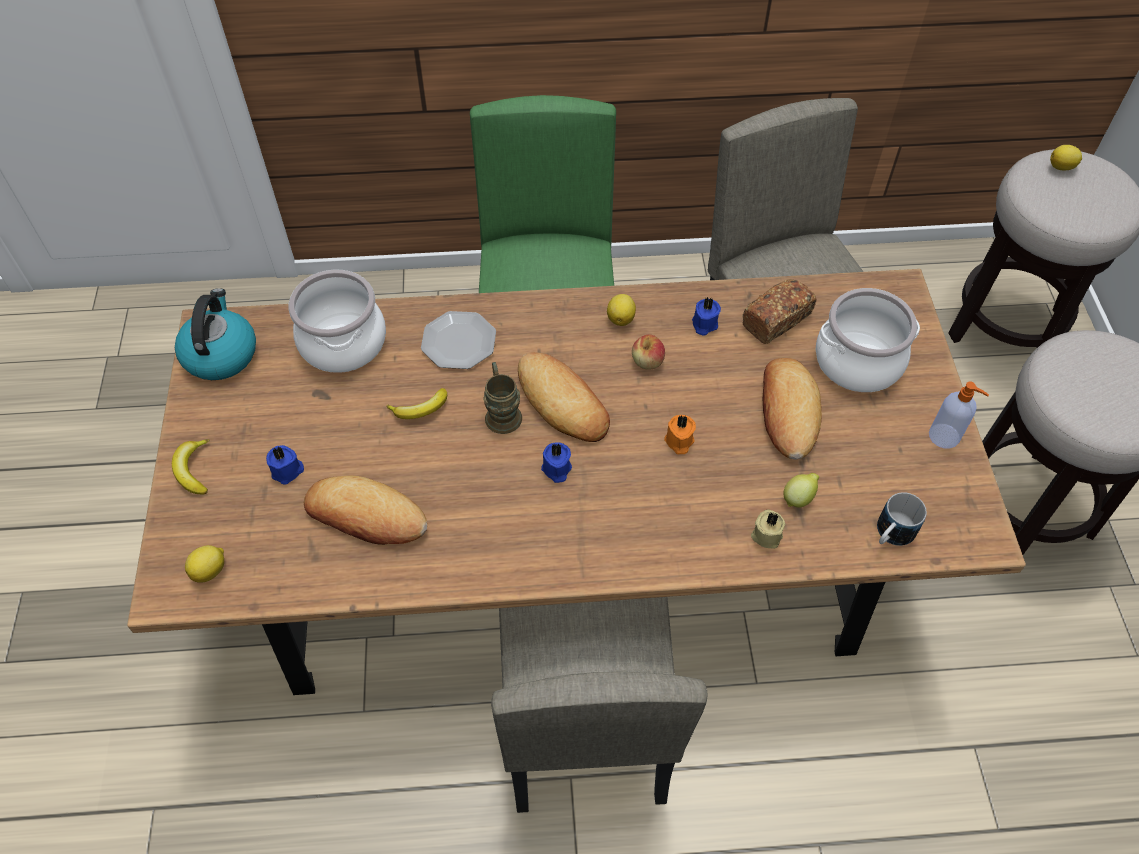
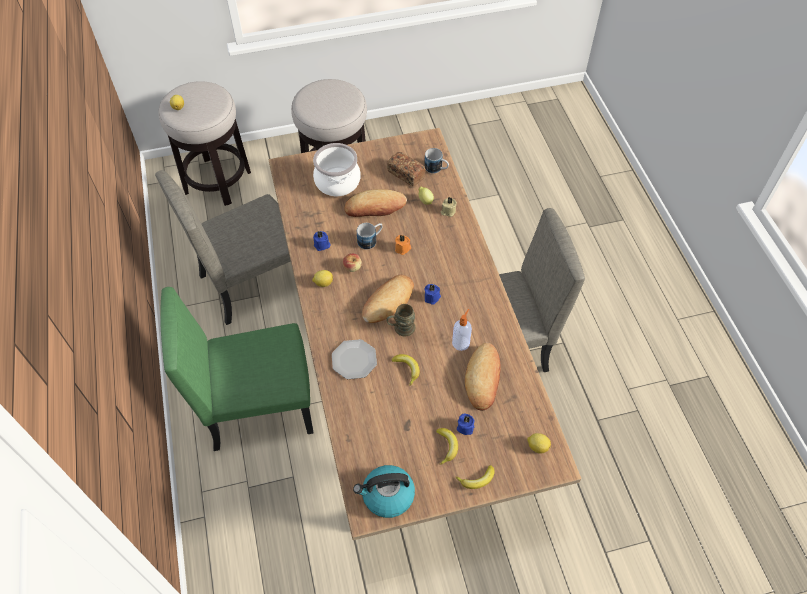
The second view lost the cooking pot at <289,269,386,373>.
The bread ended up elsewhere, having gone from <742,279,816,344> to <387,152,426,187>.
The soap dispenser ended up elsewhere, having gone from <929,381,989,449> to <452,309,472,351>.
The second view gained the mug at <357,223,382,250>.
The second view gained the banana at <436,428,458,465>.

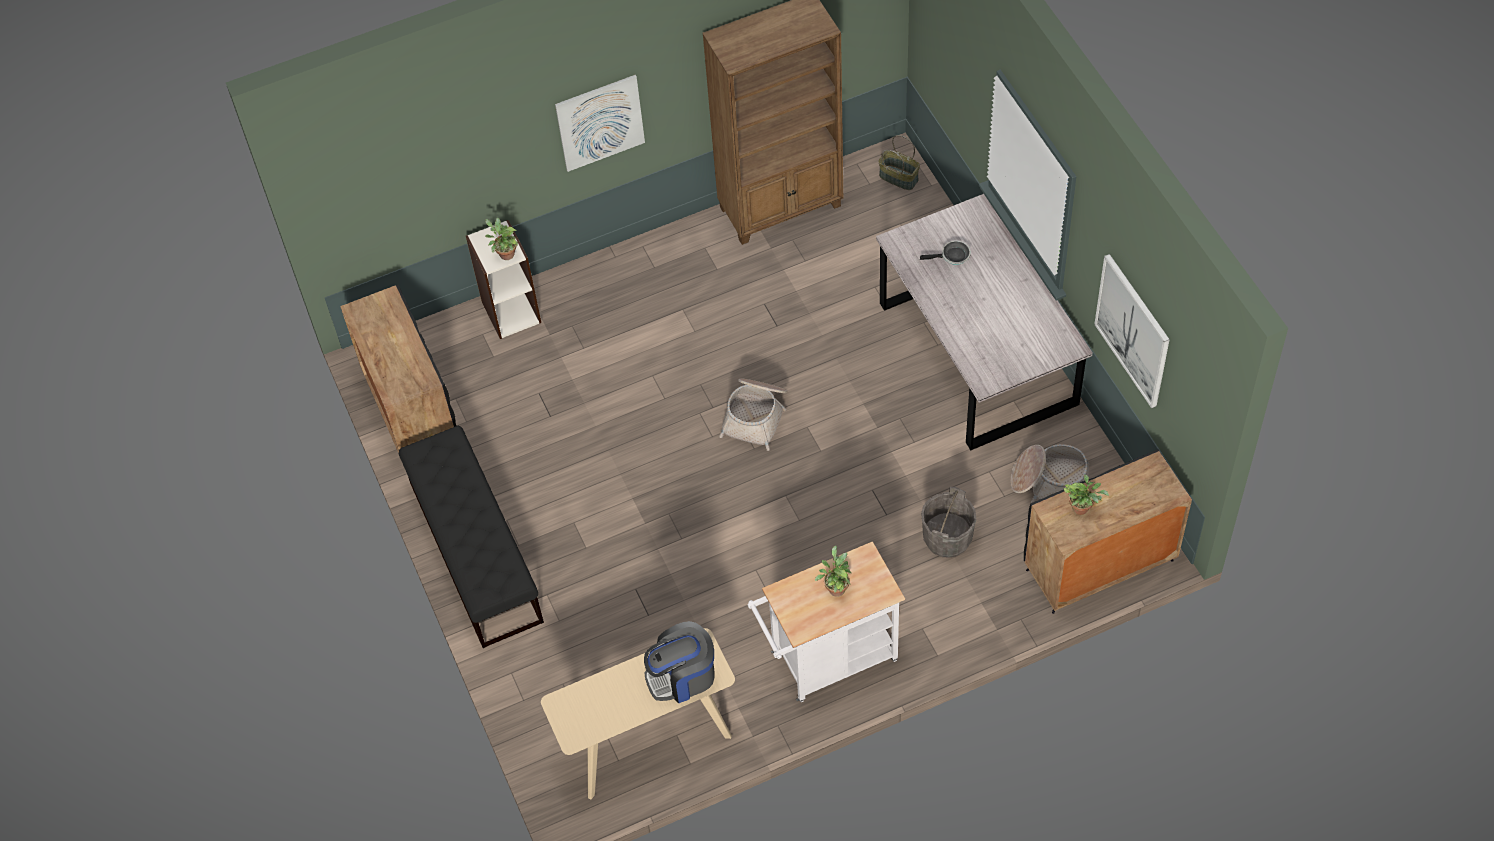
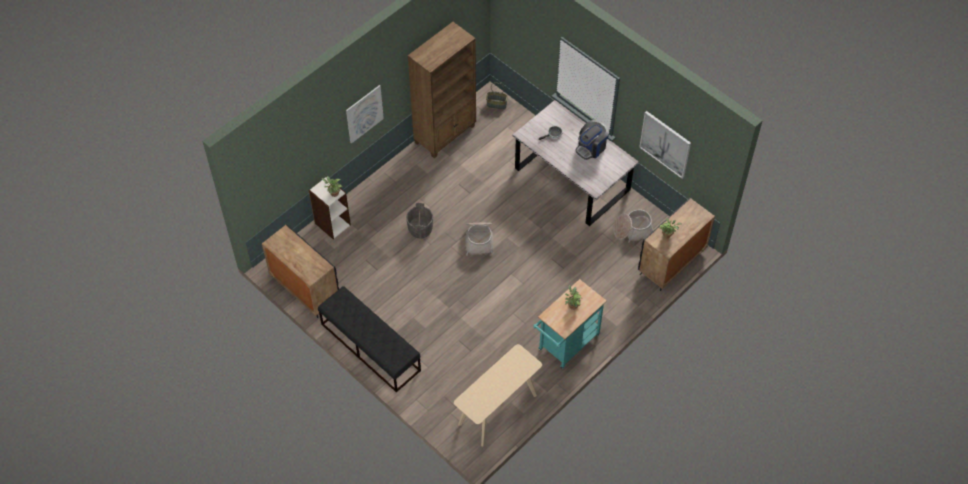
The bucket (grey) ended up elsewhere, having gone from <921,487,976,558> to <406,203,433,239>.
What was the cart (white) at <748,541,905,703> turned into the cart (turquoise) at <533,279,607,369>.
The coffee machine ended up elsewhere, having gone from <644,621,715,703> to <575,120,609,160>.

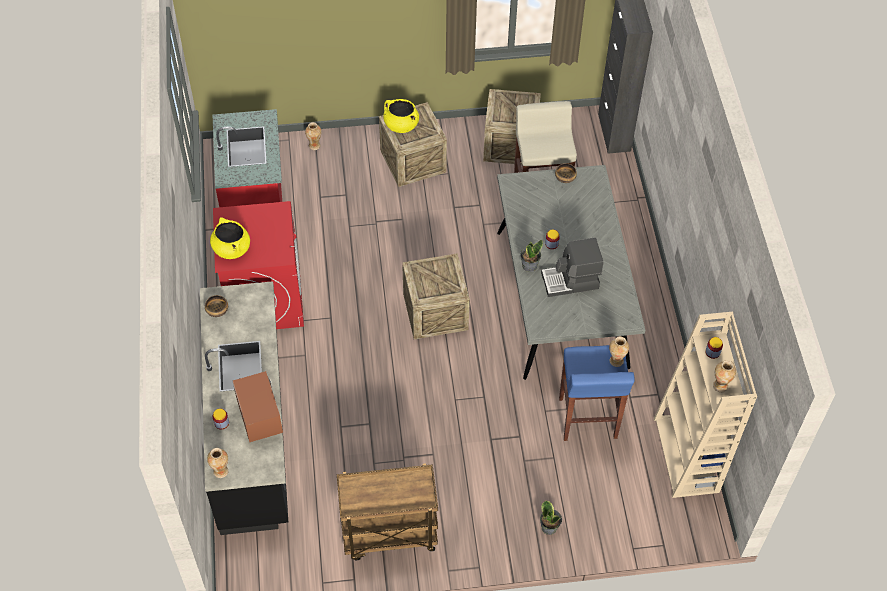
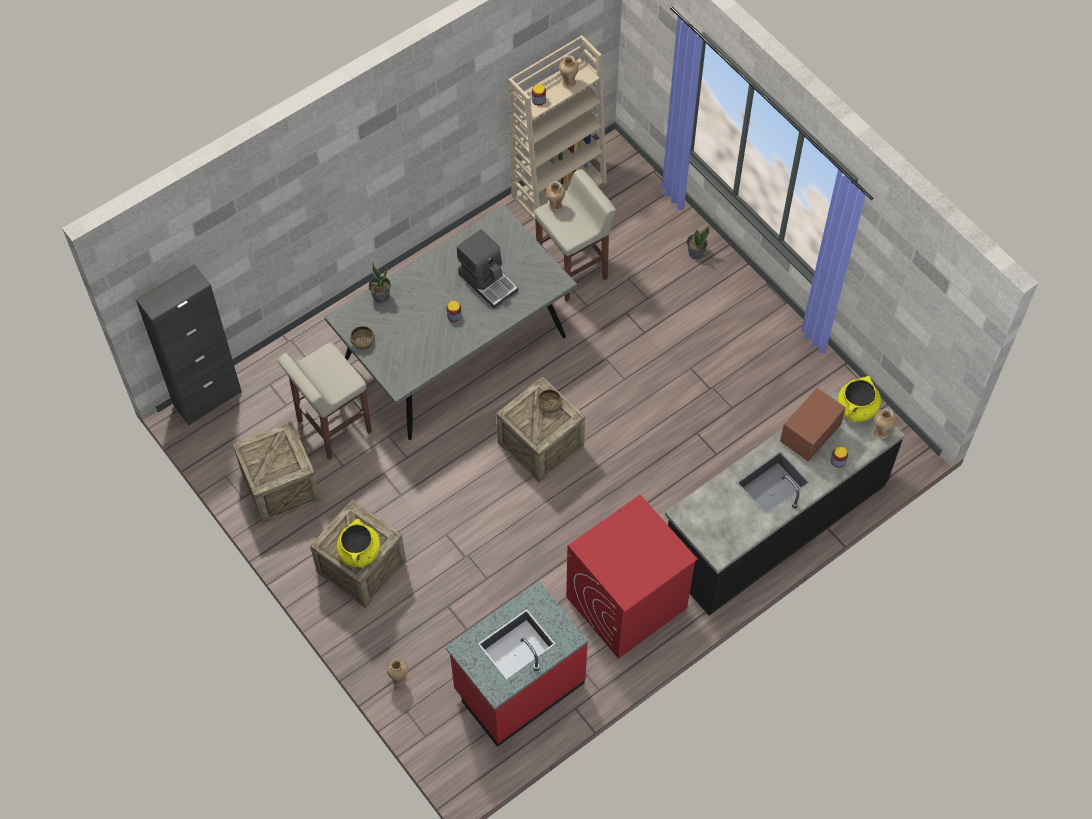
The cooking pot (yellow) ended up elsewhere, having gone from <210,217,250,259> to <837,376,881,422>.
The potted plant ended up elsewhere, having gone from <520,239,543,272> to <369,262,391,303>.
The bowl ended up elsewhere, having gone from <205,295,228,317> to <537,389,562,413>.
What was the stool (blue) at <559,345,635,441> turned into the stool (beige) at <534,169,616,302>.
The second view lost the cart (brown) at <337,463,438,560>.

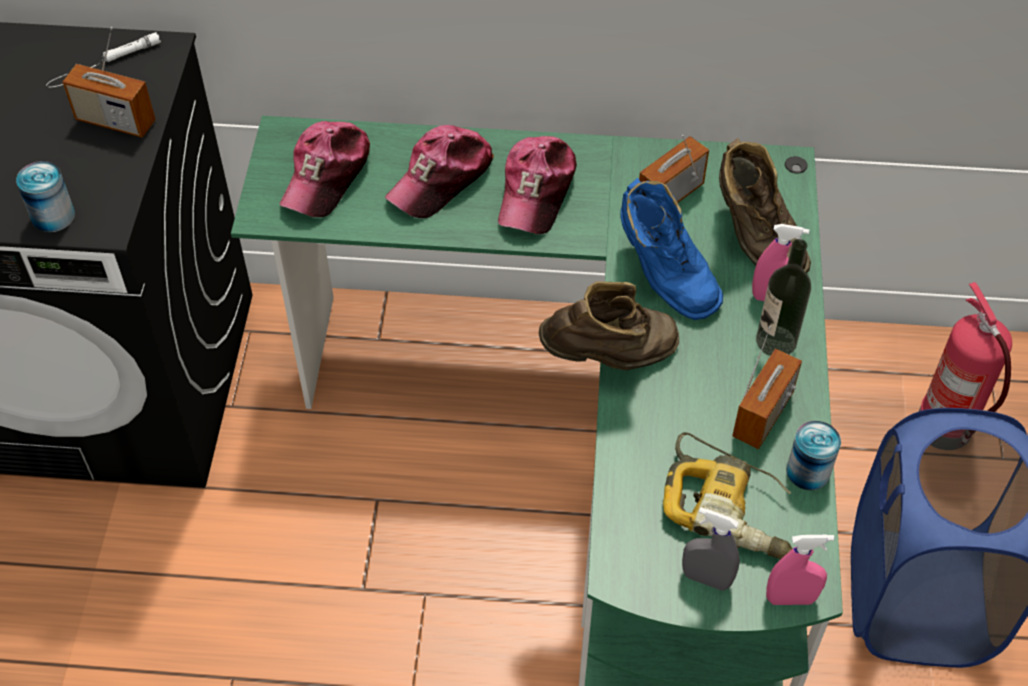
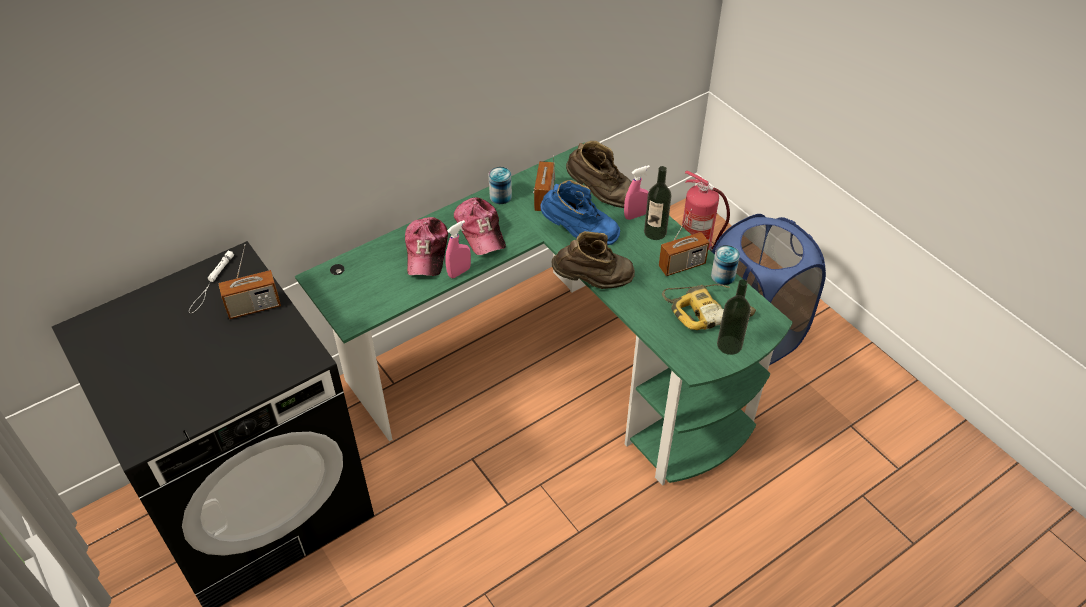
The second view lost the cap at <280,121,370,217>.
The can ended up elsewhere, having gone from <16,161,75,232> to <489,167,512,204>.
The boot (brown) at <539,281,679,371> ended up facing another way, 45 degrees clockwise from before.
The radio at <732,326,802,449> ended up facing another way, 75 degrees clockwise from before.
Where the spray bottle (grey) stood at <682,507,740,591>, the bottle came to stand at <717,279,751,355>.
The spray bottle (pink) ended up elsewhere, having gone from <766,535,834,605> to <445,220,471,278>.

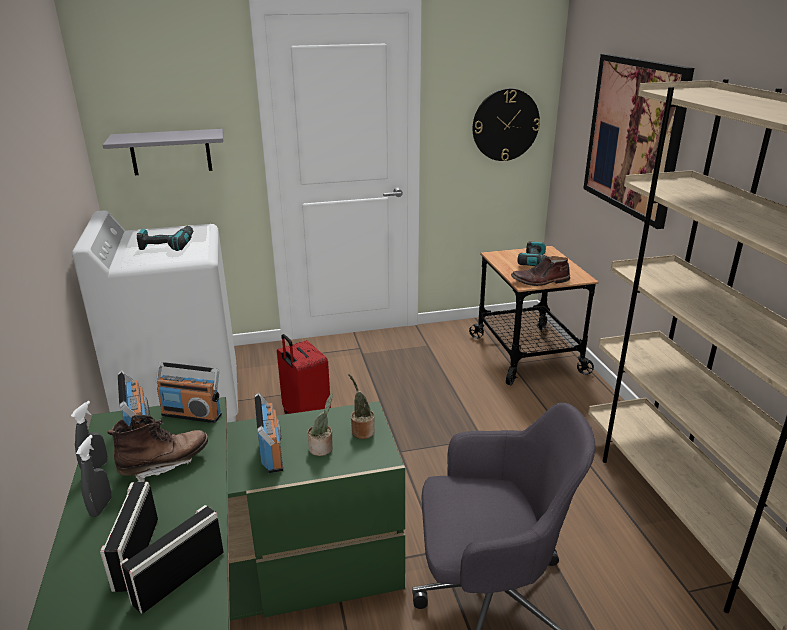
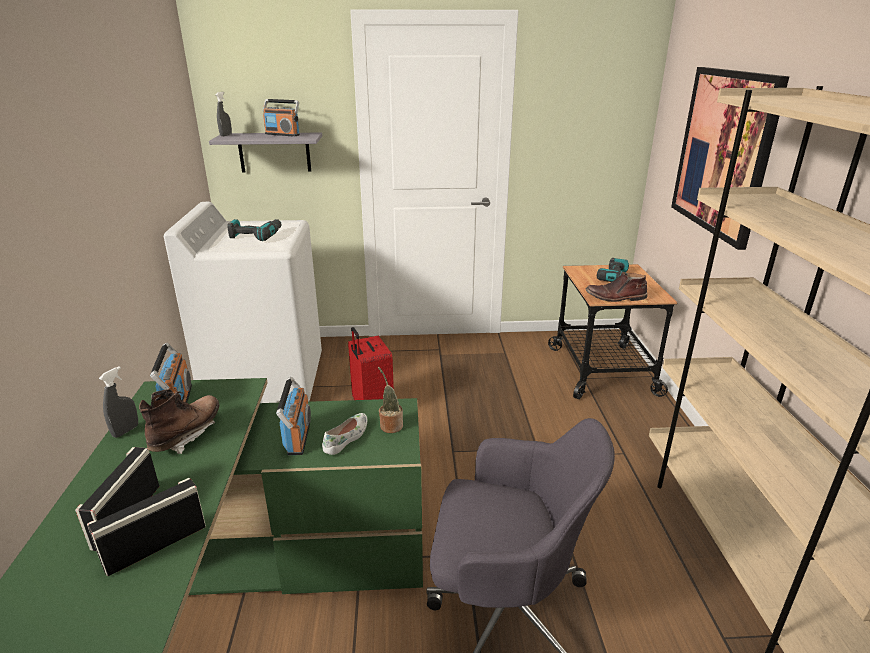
The second view lost the wall clock at <473,88,540,161>.
The radio ended up elsewhere, having gone from <156,362,222,423> to <263,99,300,137>.
Where the potted plant stood at <307,394,333,456>, the shoe (white) came to stand at <322,413,367,455>.
The boot (brown) at <107,415,208,482> ended up facing another way, 45 degrees counterclockwise from before.
The spray bottle (grey) ended up elsewhere, having gone from <76,435,111,517> to <216,92,232,137>.

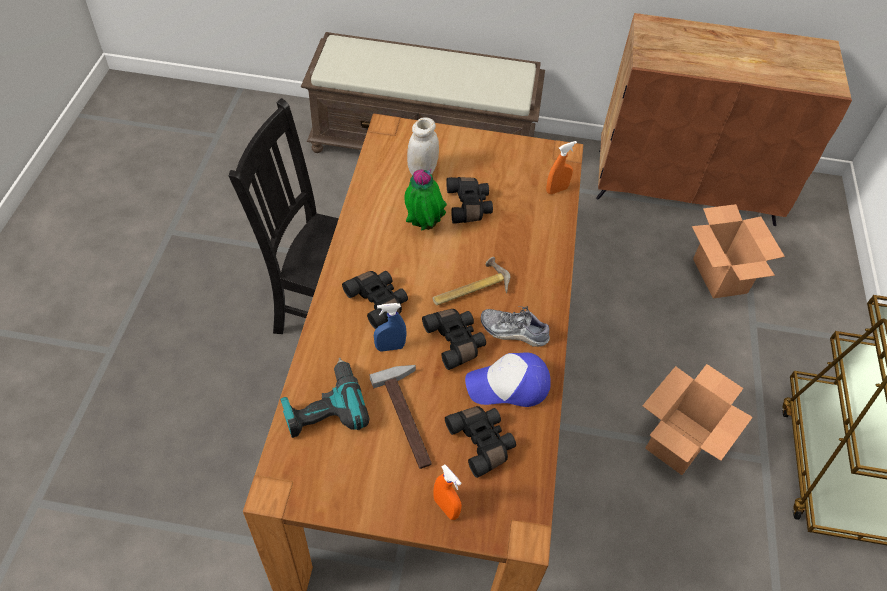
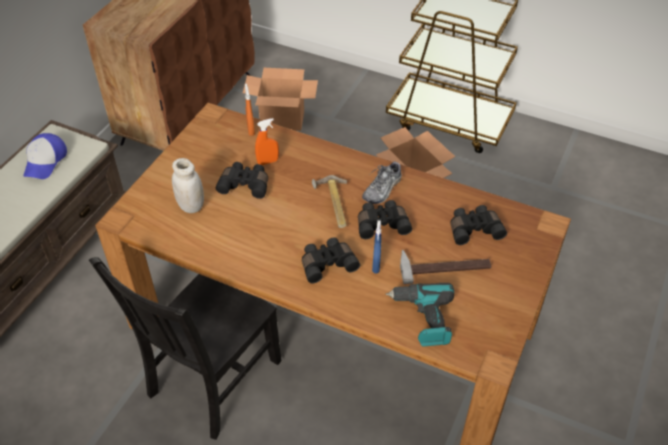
The second view lost the potted plant at <404,169,447,230>.
The cap ended up elsewhere, having gone from <465,353,551,407> to <24,133,67,179>.
The spray bottle (orange) ended up elsewhere, having gone from <433,464,462,520> to <255,118,279,165>.

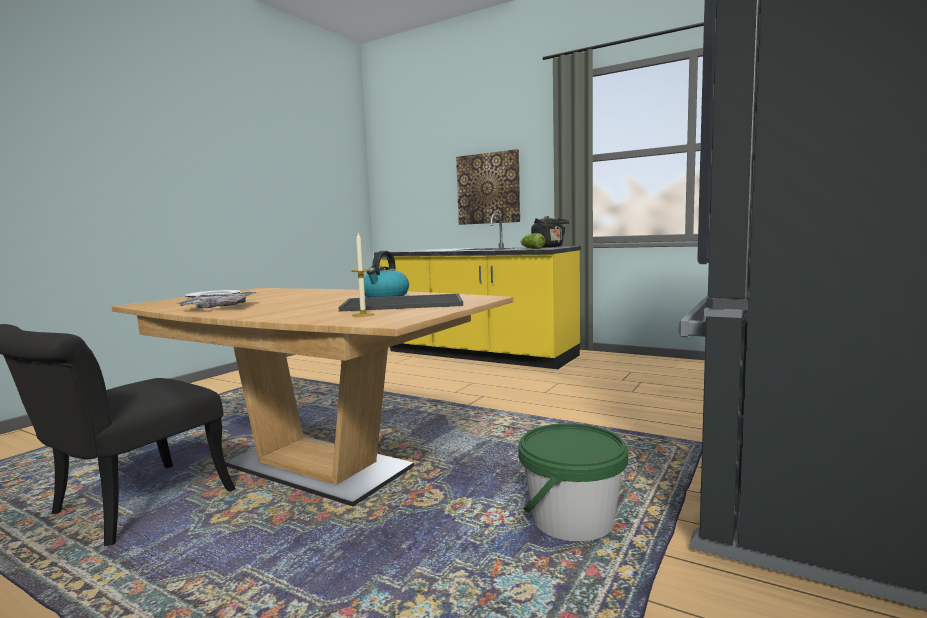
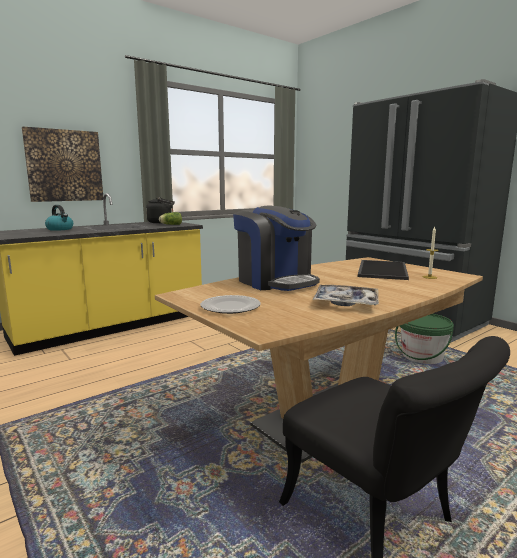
The kettle ended up elsewhere, having gone from <364,251,409,297> to <45,205,73,231>.
The second view gained the coffee machine at <233,206,320,291>.

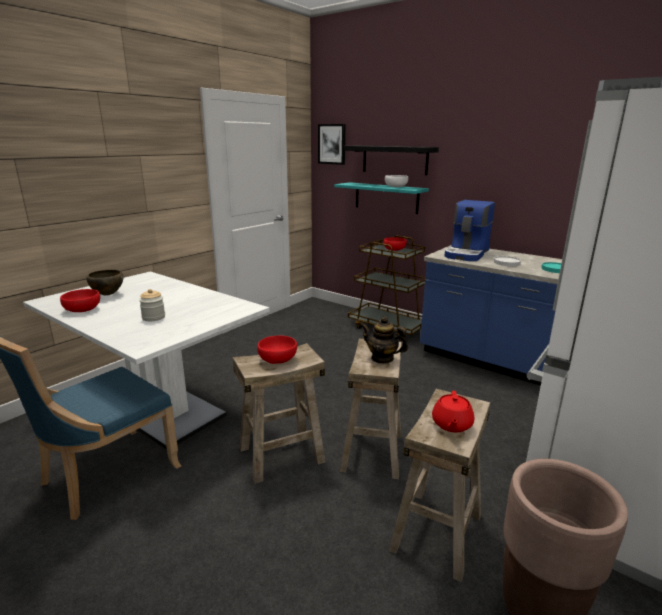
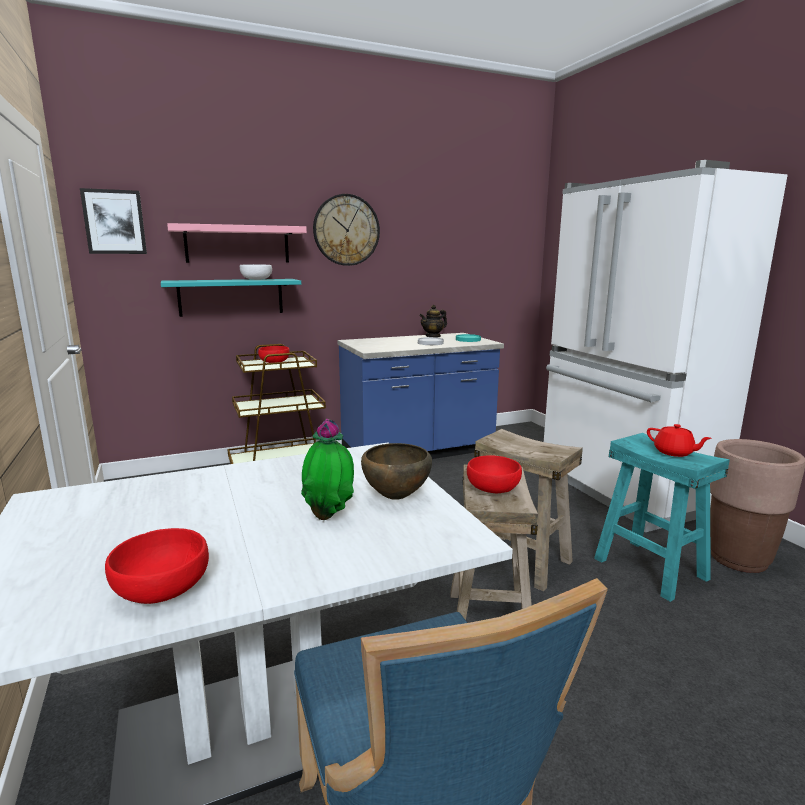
What was the shelf (black) at <344,146,439,175> turned into the shelf (pink) at <167,223,307,263>.
The second view lost the coffee machine at <444,200,495,261>.
The bowl (brown) ended up elsewhere, having gone from <86,270,123,296> to <361,443,432,500>.
Where the jar stood at <139,289,165,321>, the potted plant came to stand at <301,419,354,520>.
The teapot ended up elsewhere, having gone from <361,316,408,364> to <419,305,447,338>.
What was the stool (beige) at <389,389,490,582> turned into the stool (turquoise) at <594,433,730,602>.
The second view gained the wall clock at <313,194,380,266>.

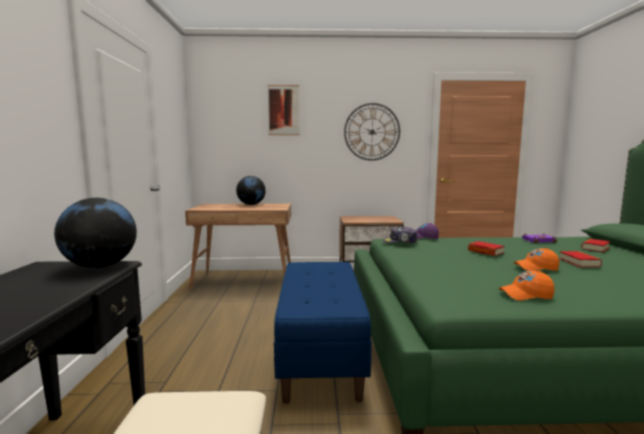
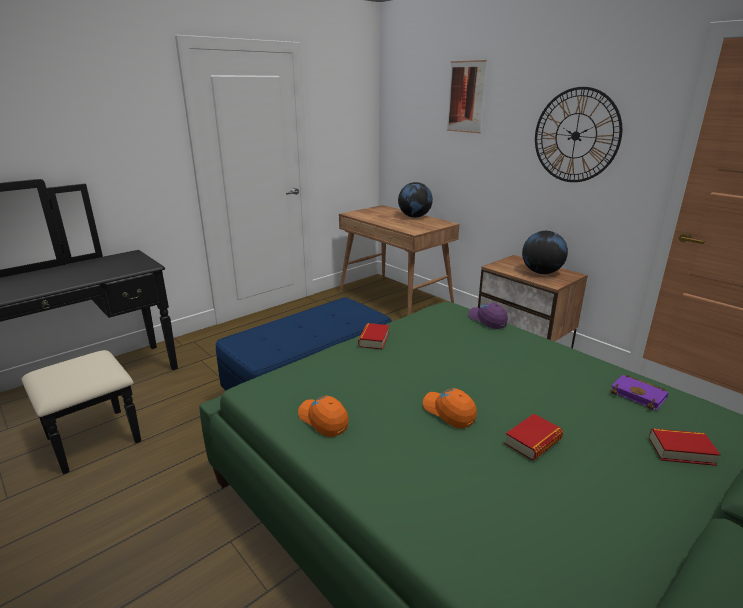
The globe ended up elsewhere, having gone from <54,198,137,268> to <522,231,568,274>.
The second view lost the cap at <383,226,418,243>.
The book ended up elsewhere, having gone from <468,241,505,256> to <358,323,389,350>.

